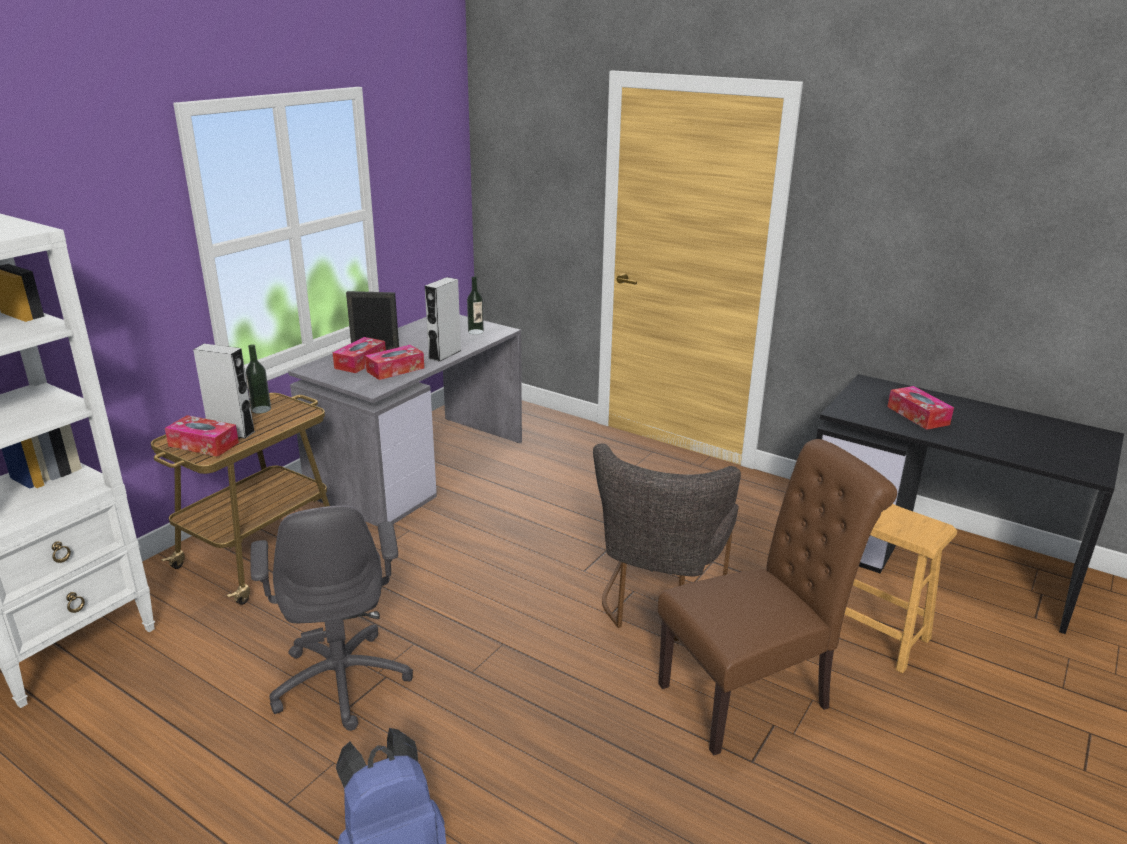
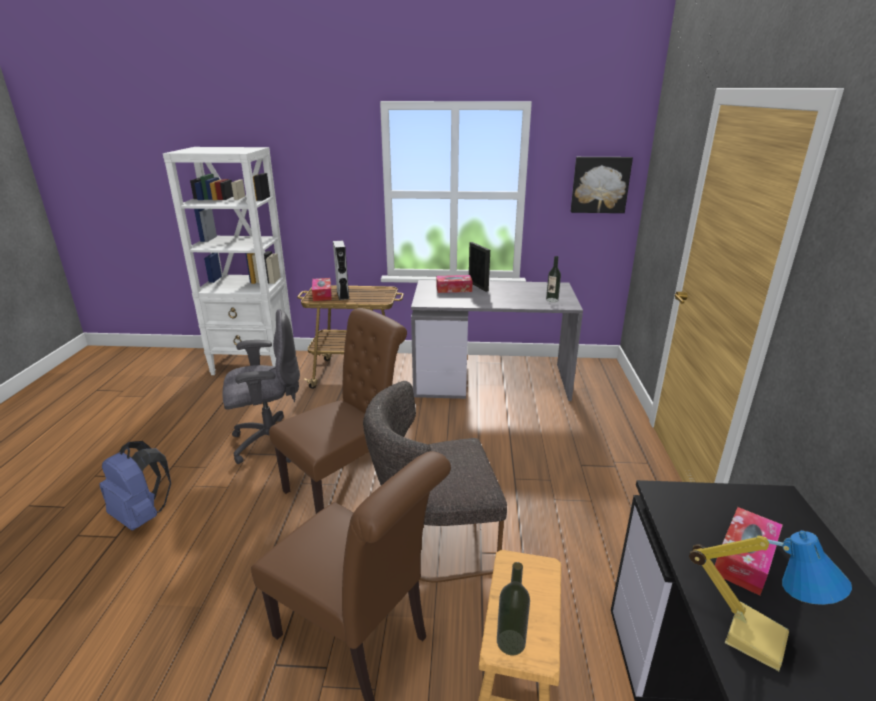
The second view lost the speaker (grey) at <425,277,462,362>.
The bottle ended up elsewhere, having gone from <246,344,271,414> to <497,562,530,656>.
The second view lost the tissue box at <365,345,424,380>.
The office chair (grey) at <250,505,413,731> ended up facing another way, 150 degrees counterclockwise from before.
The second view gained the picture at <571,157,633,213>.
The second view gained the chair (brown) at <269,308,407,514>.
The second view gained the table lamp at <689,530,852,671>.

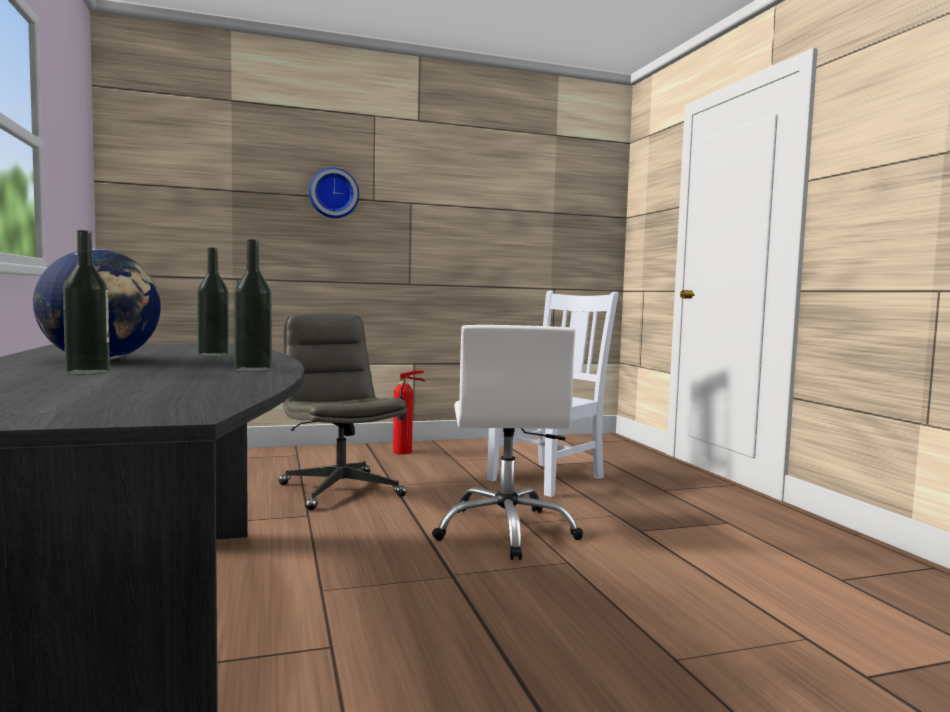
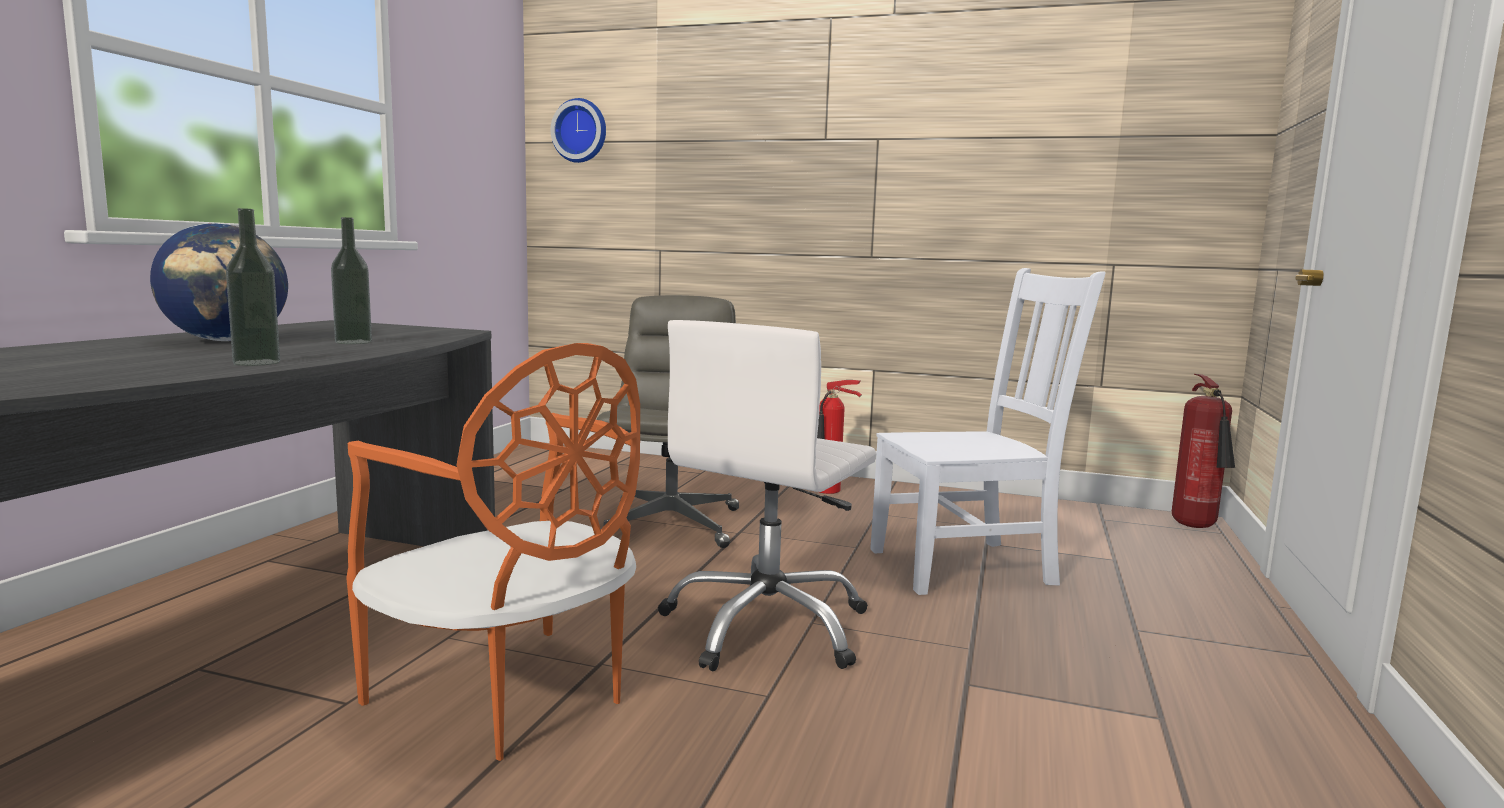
The wall clock ended up elsewhere, having gone from <309,168,359,218> to <551,98,606,163>.
The second view lost the bottle at <63,230,110,375>.
The second view gained the chair (orange) at <346,343,640,761>.
The second view gained the fire extinguisher at <1172,374,1235,528>.

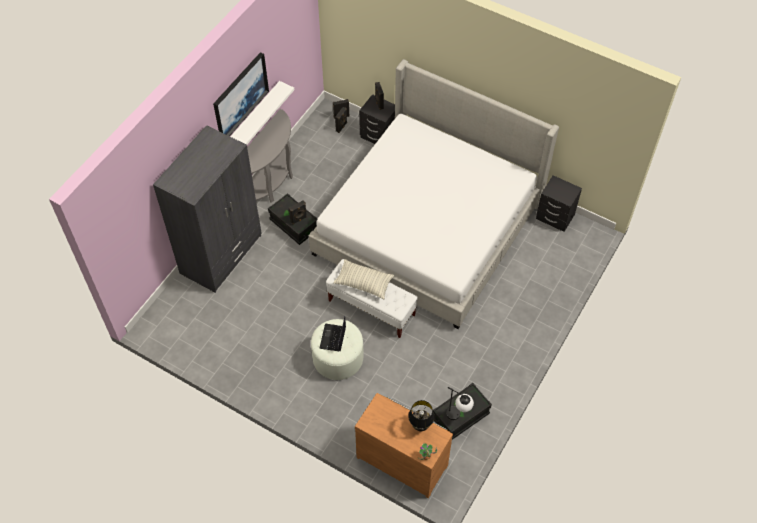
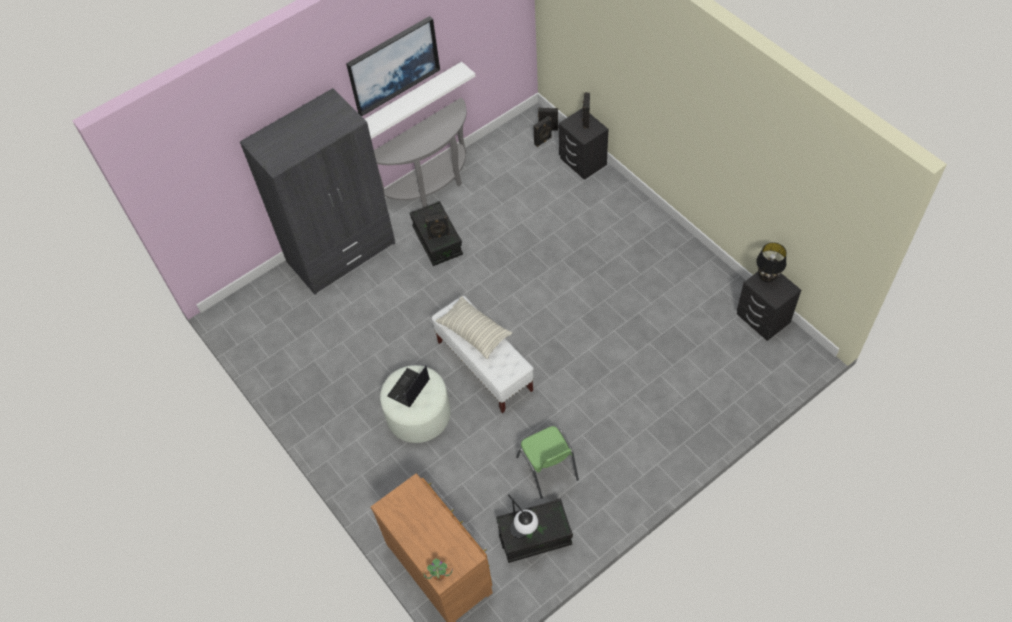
The second view lost the bed at <309,59,559,329>.
The table lamp (black) ended up elsewhere, having gone from <408,400,434,431> to <756,243,787,283>.
The second view gained the chair (green) at <516,426,579,499>.

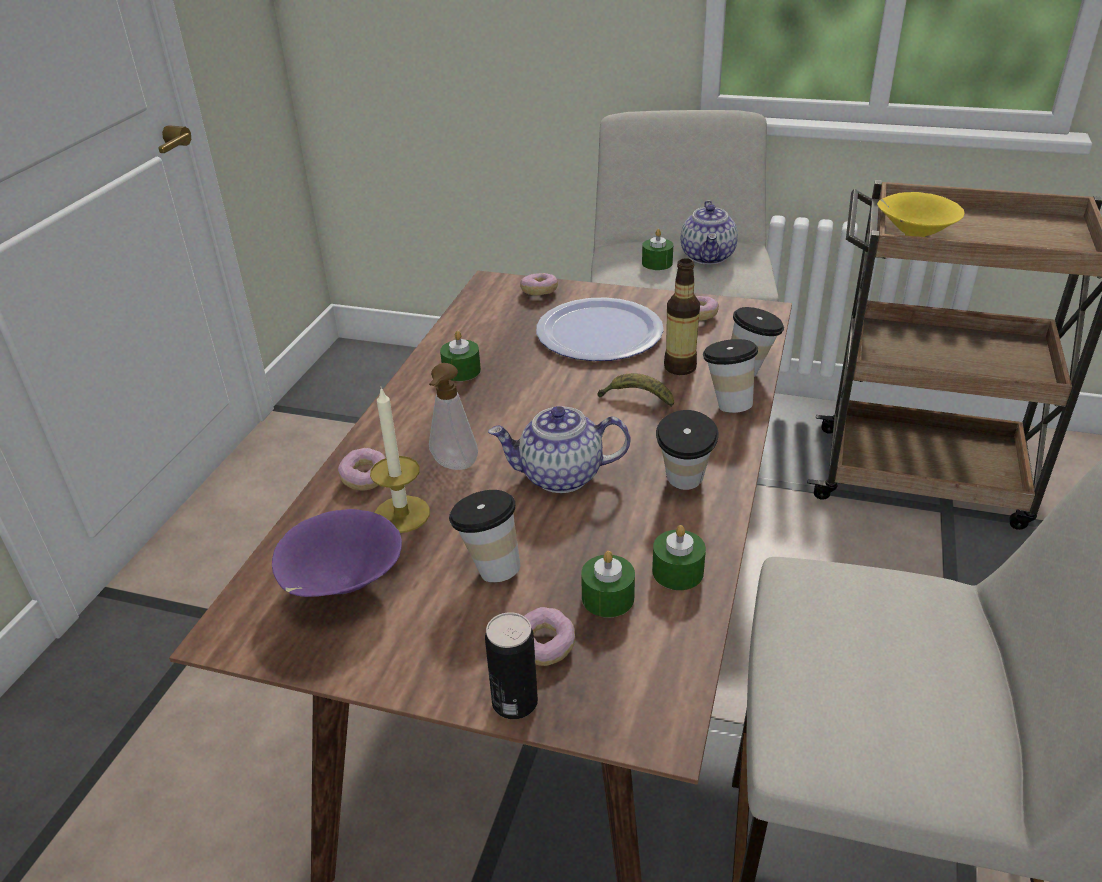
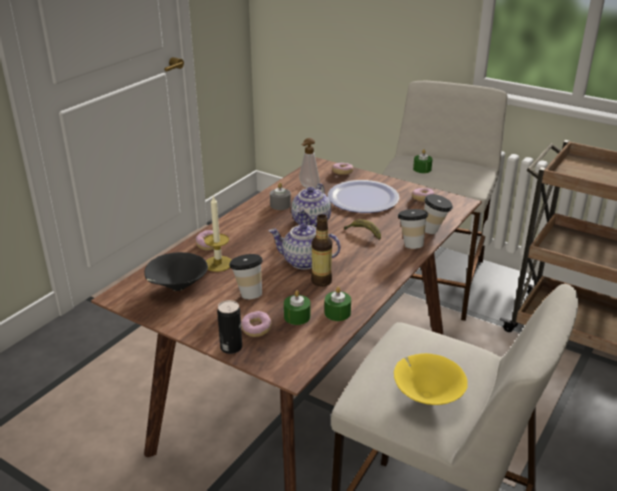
The bowl (yellow) ended up elsewhere, having gone from <877,192,964,237> to <394,353,468,405>.
The teapot ended up elsewhere, having gone from <681,200,738,264> to <291,183,331,227>.
The bottle ended up elsewhere, having gone from <664,258,700,375> to <311,214,332,287>.
What was the candle (green) at <440,331,481,381> turned into the candle (grey) at <270,183,291,210>.
The soap dispenser ended up elsewhere, having gone from <429,363,478,470> to <299,138,320,188>.
The second view lost the cup at <656,410,719,490>.
What was the bowl (purple) at <272,509,402,597> turned into the bowl (black) at <144,252,208,291>.

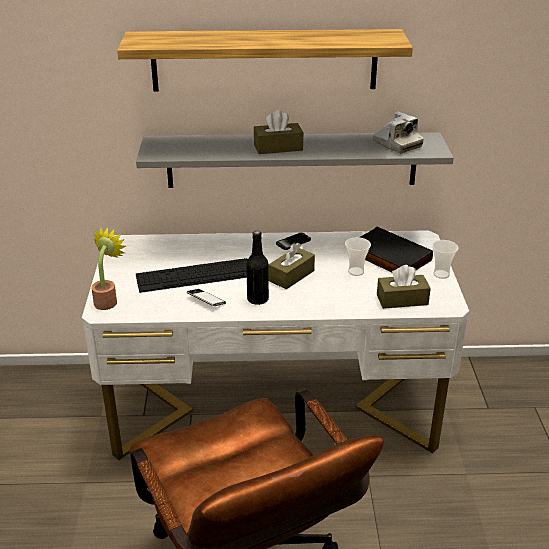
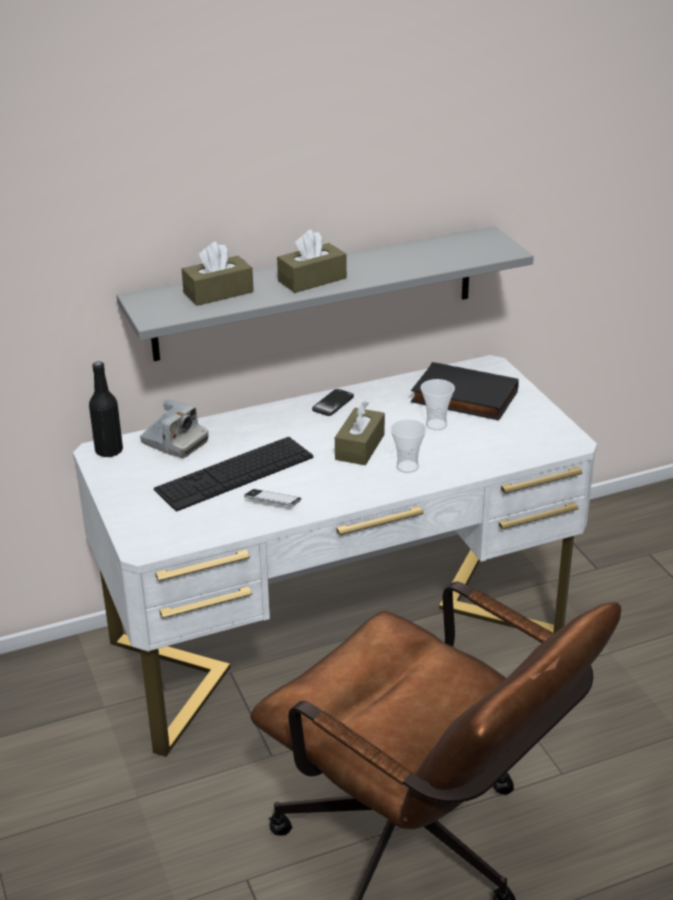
The second view lost the shelf at <117,29,413,91>.
The photo camera ended up elsewhere, having gone from <373,112,424,153> to <140,399,209,458>.
The second view lost the potted plant at <91,227,126,310>.
The bottle (black) ended up elsewhere, having gone from <246,231,269,305> to <89,361,123,457>.
The cup ended up elsewhere, having gone from <432,240,459,279> to <390,419,426,473>.
The tissue box (brown) ended up elsewhere, having gone from <377,265,431,309> to <182,242,254,306>.

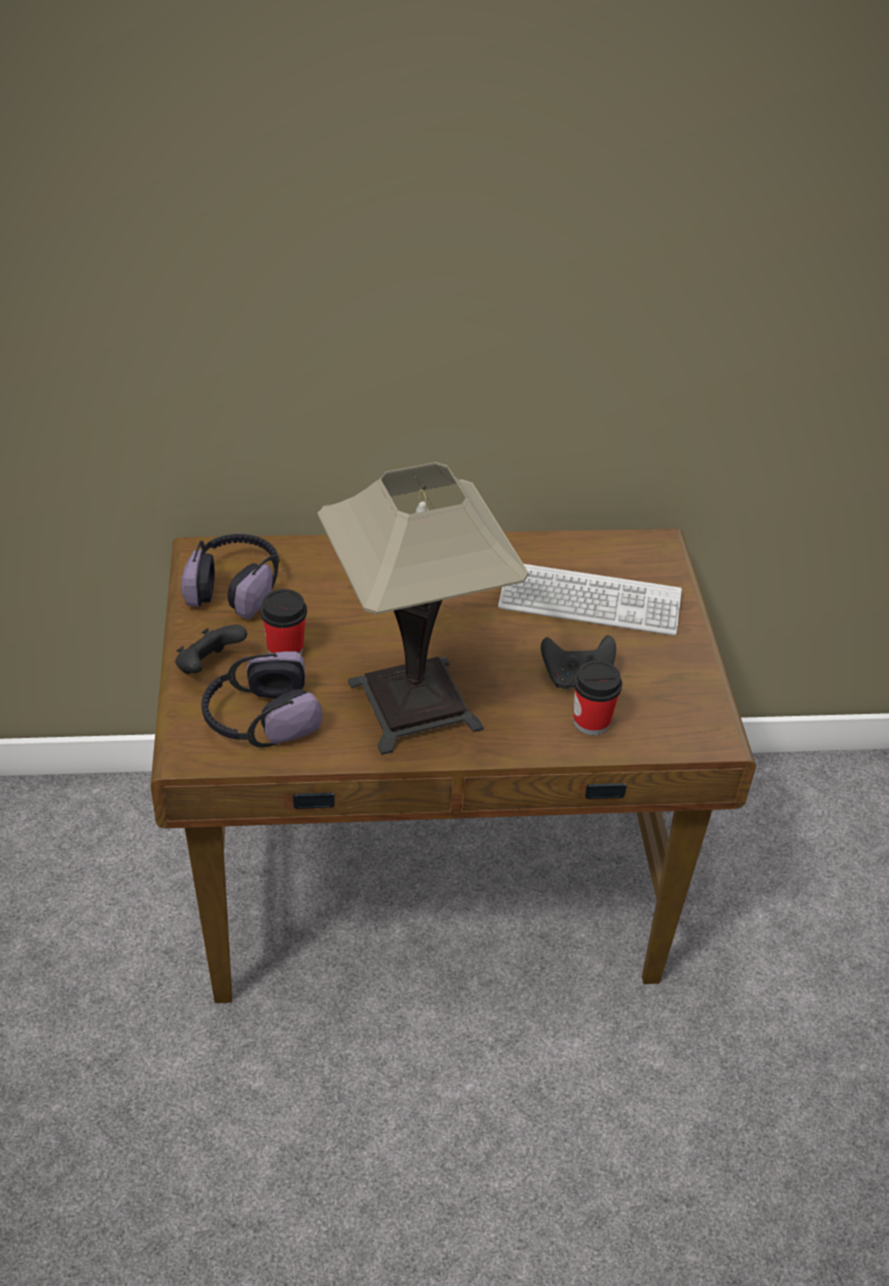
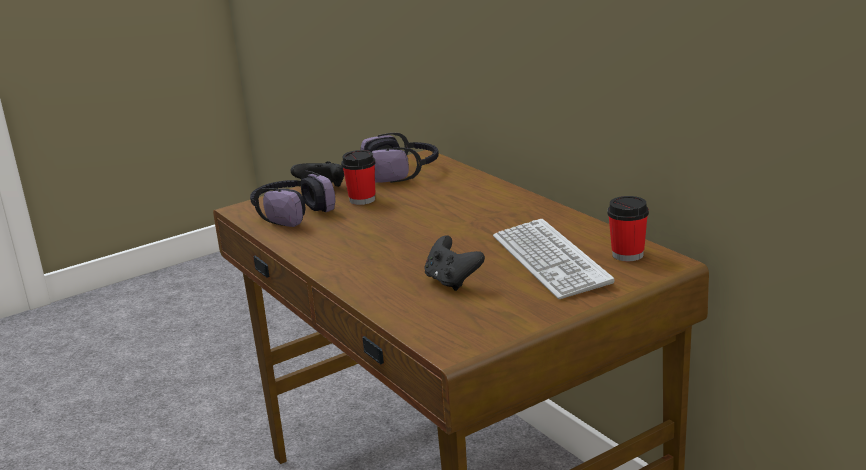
The second view lost the table lamp at <317,462,529,755>.
The cup ended up elsewhere, having gone from <574,660,622,735> to <607,196,649,261>.

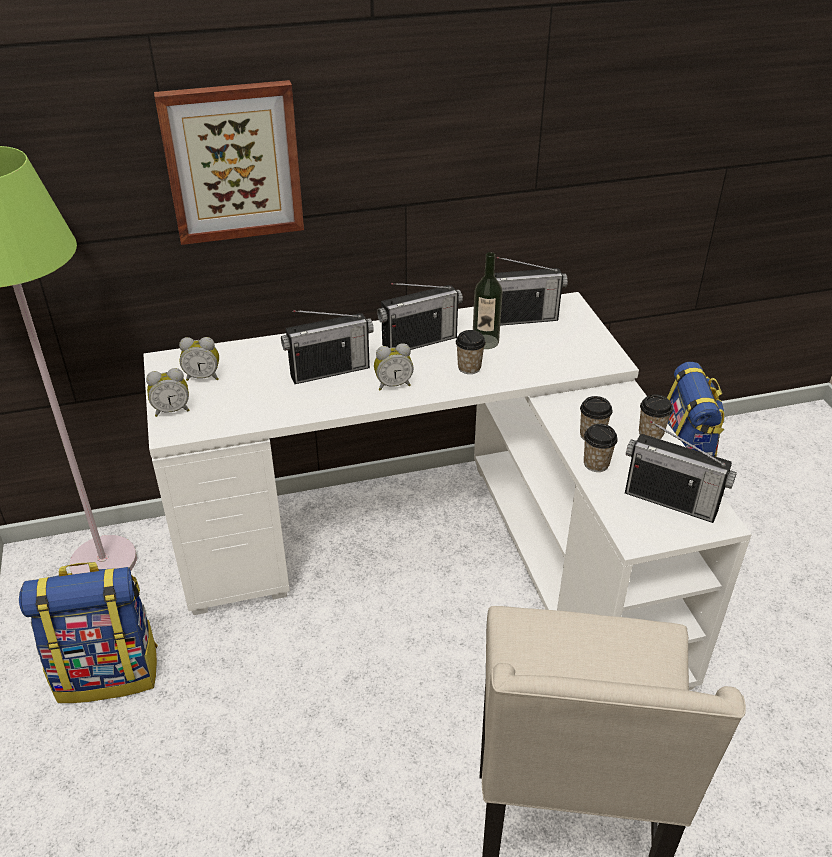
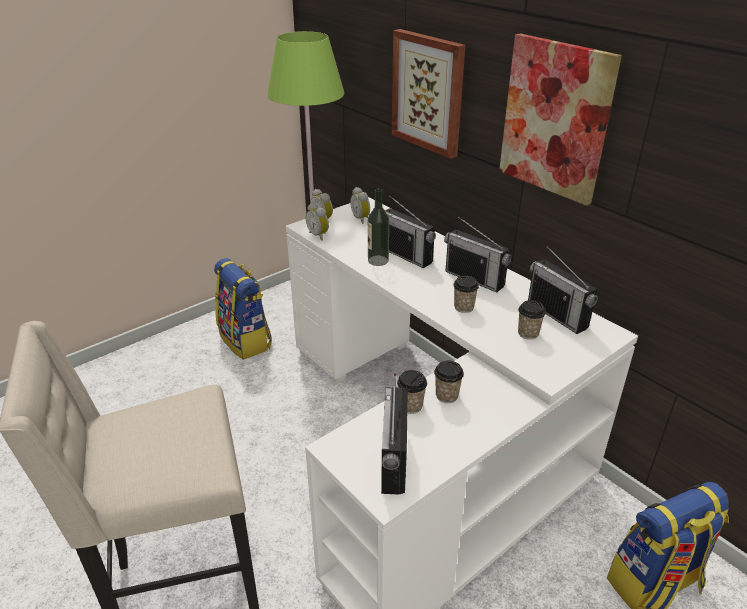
The bottle ended up elsewhere, having gone from <473,252,502,349> to <368,189,389,266>.
The alarm clock ended up elsewhere, having gone from <374,343,414,390> to <306,203,329,241>.
The cup ended up elsewhere, having gone from <639,394,673,439> to <518,300,546,340>.
The second view gained the picture at <499,33,622,206>.

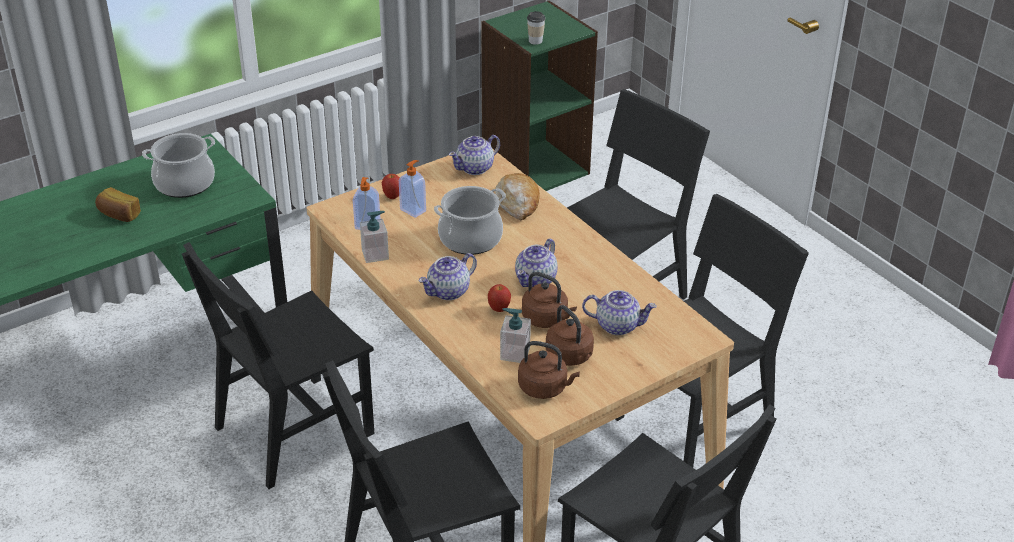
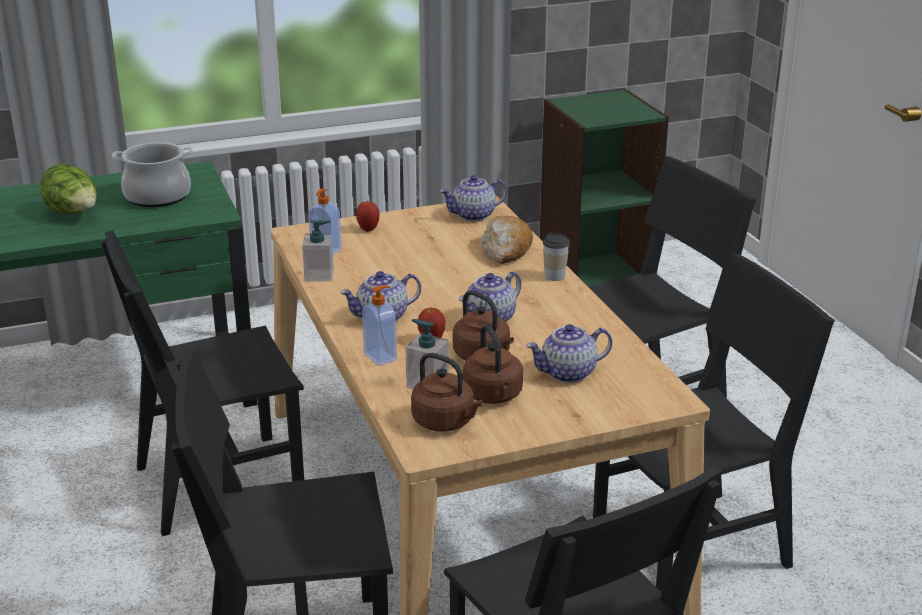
The cup ended up elsewhere, having gone from <527,11,545,45> to <543,233,570,281>.
The soap dispenser ended up elsewhere, having gone from <399,160,426,218> to <362,285,397,366>.
The second view lost the cooking pot at <434,186,506,255>.
Where the bread stood at <95,187,141,222>, the lettuce came to stand at <40,164,97,214>.
The teapot at <582,290,657,335> ended up facing another way, 135 degrees clockwise from before.

